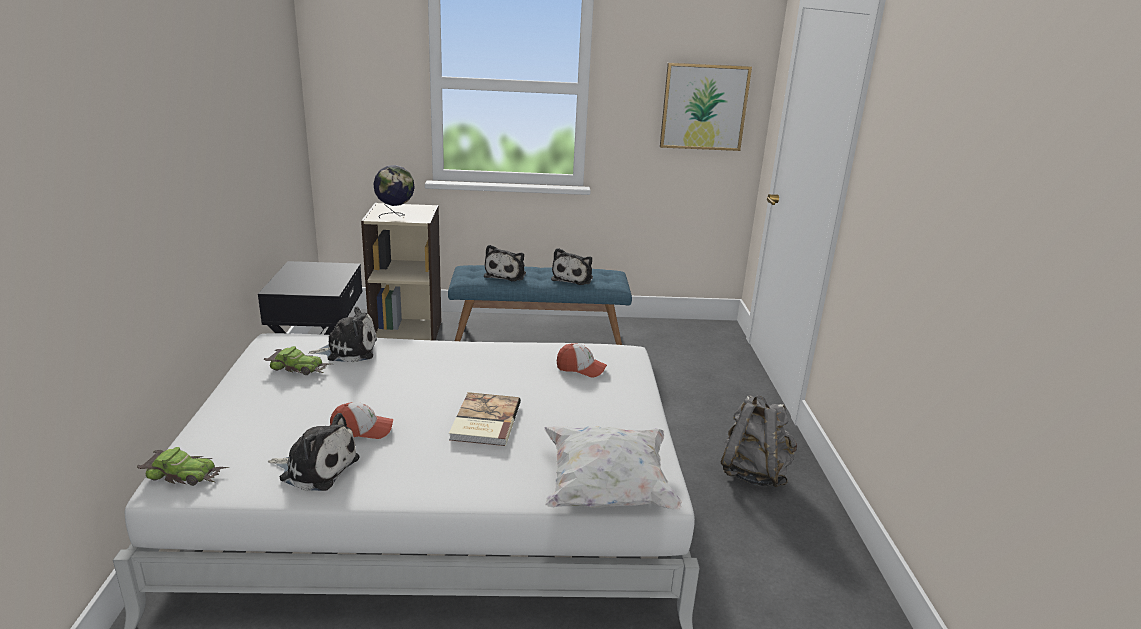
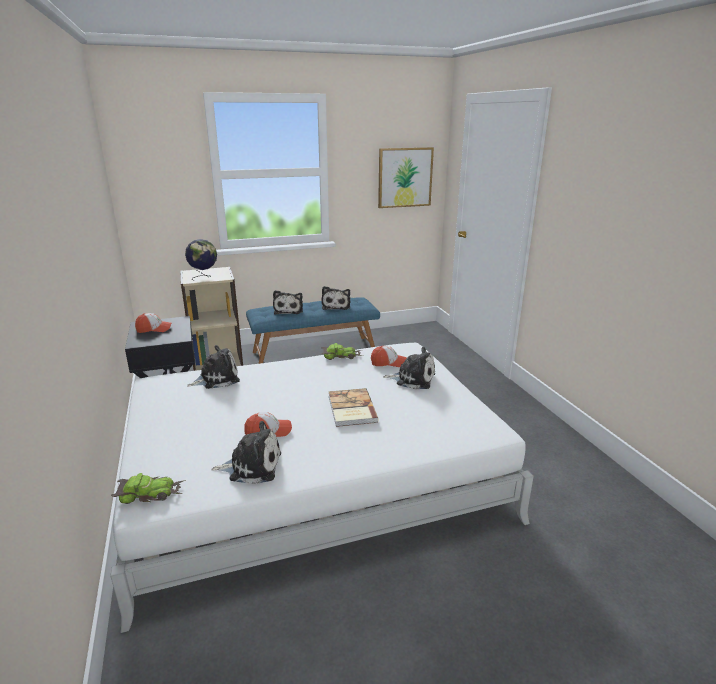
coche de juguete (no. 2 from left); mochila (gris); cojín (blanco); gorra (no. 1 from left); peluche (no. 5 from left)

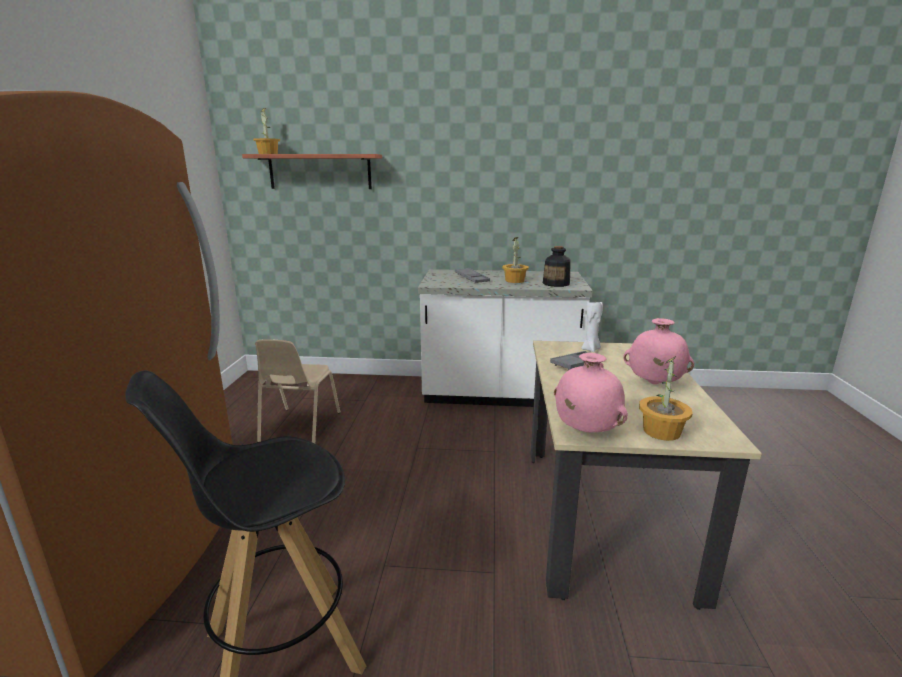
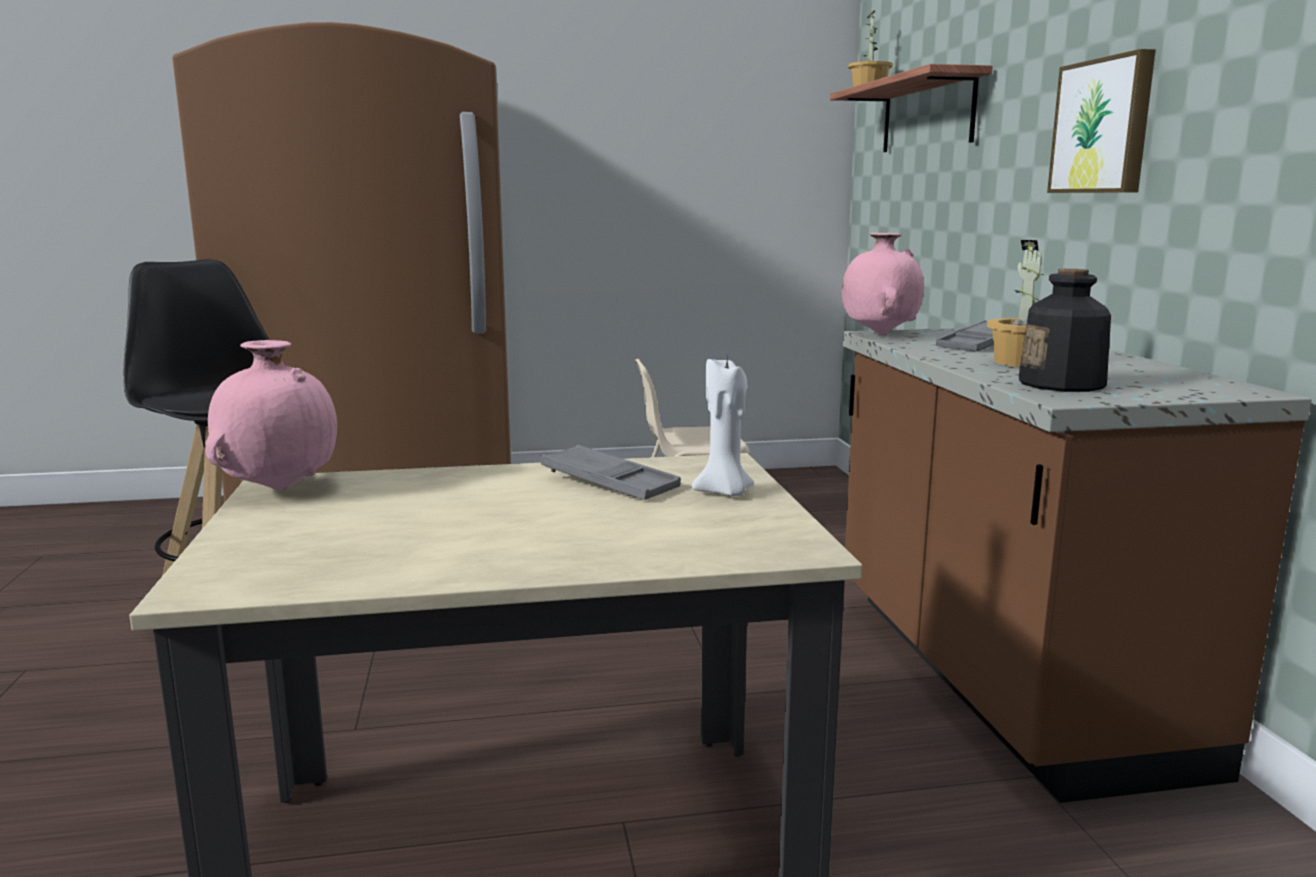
mueble bajo de cocina (marrón); florero (rosa) (no. 2 from left); planta en maceta (no. 3 from left in the first image); cuadro

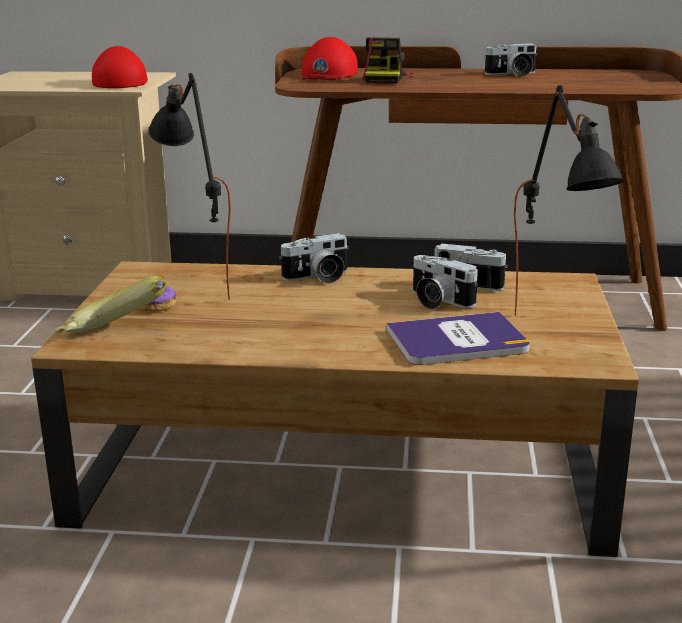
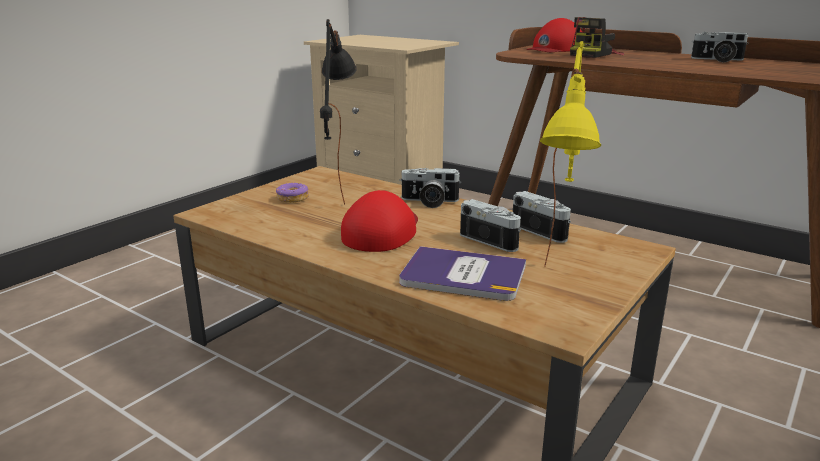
gorra (rojo) (no. 1 from left); lámpara de mesa (amarillo); cámara (no. 2 from left); plátano

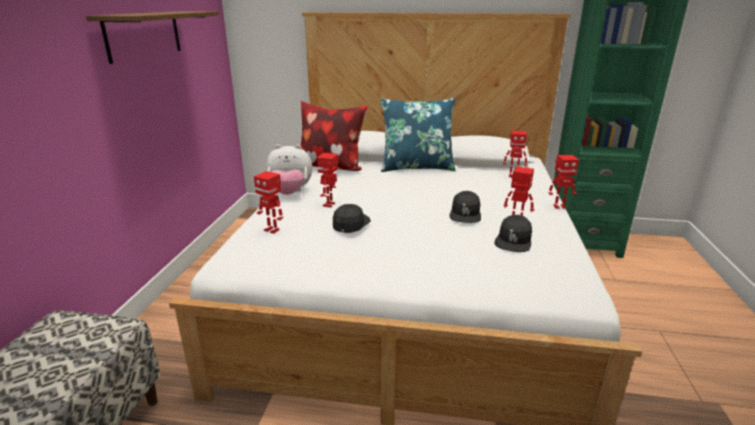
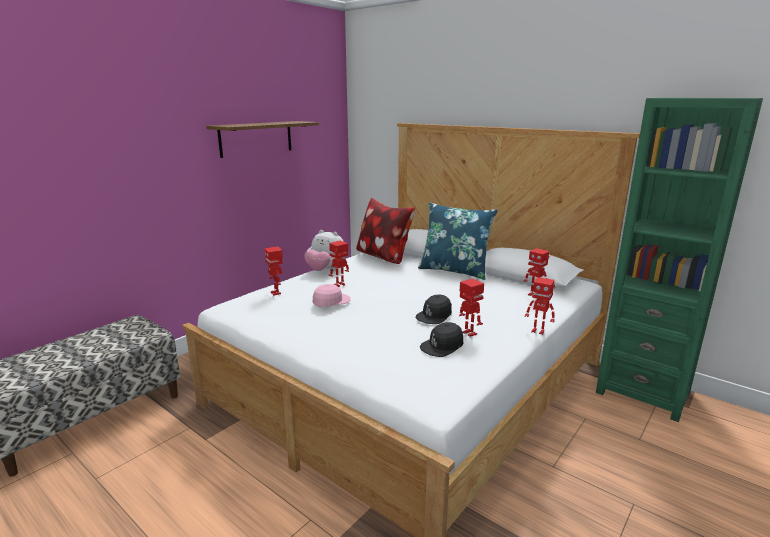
gorra (rosa)

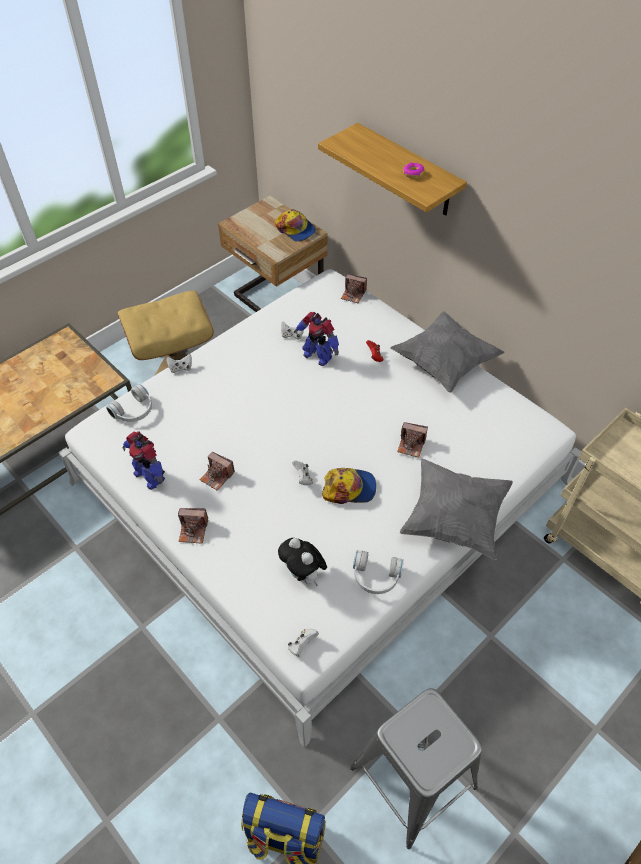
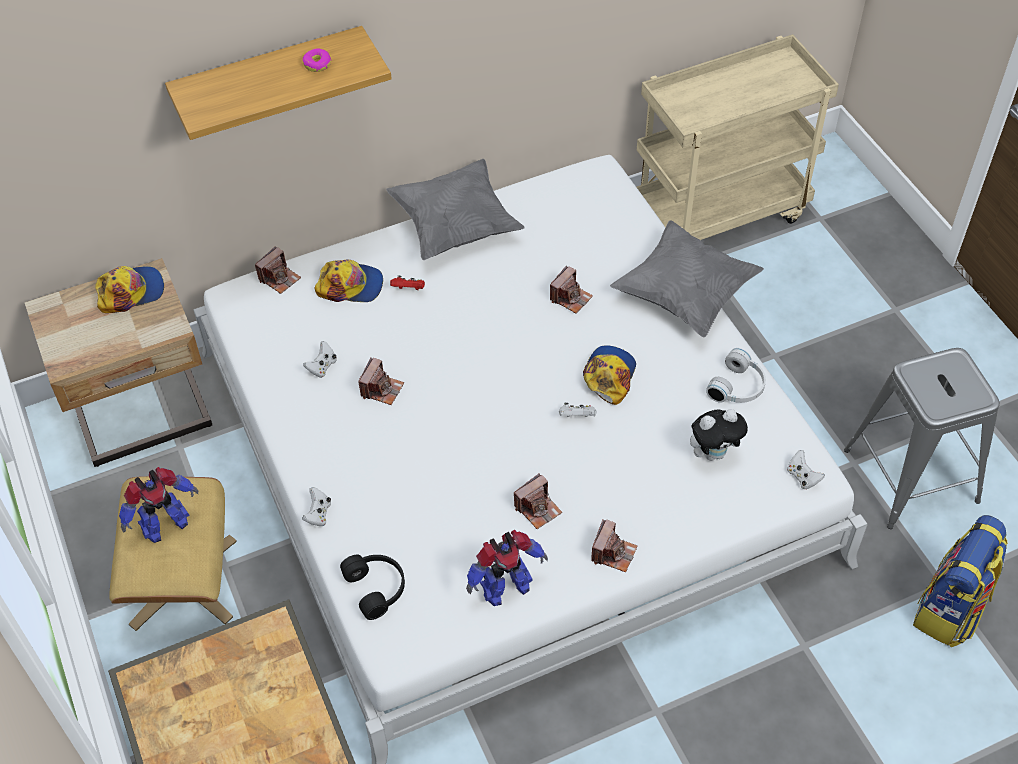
robot de juguete (no. 1 from left); auriculares (negro); gorra (no. 2 from left); cámara (no. 2 from left)

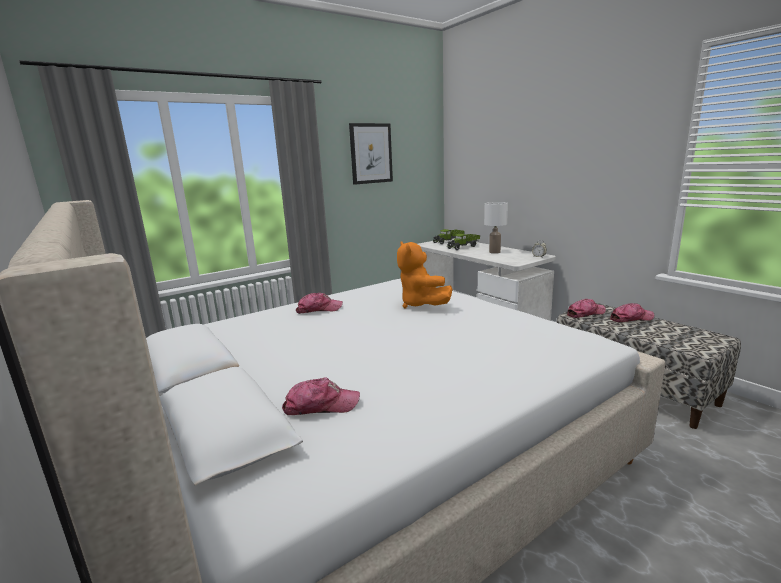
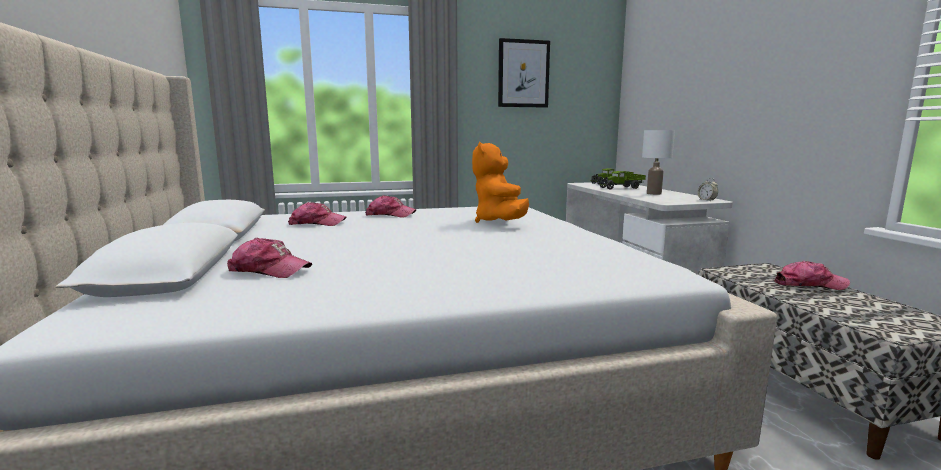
gorra (no. 2 from left)

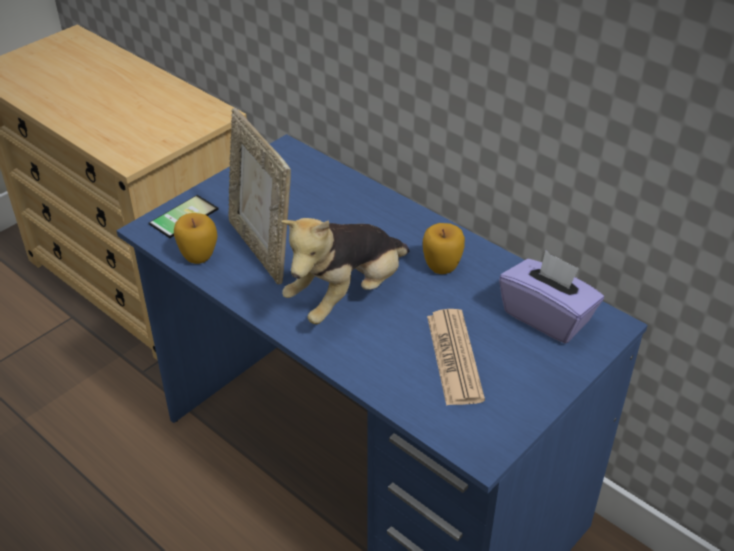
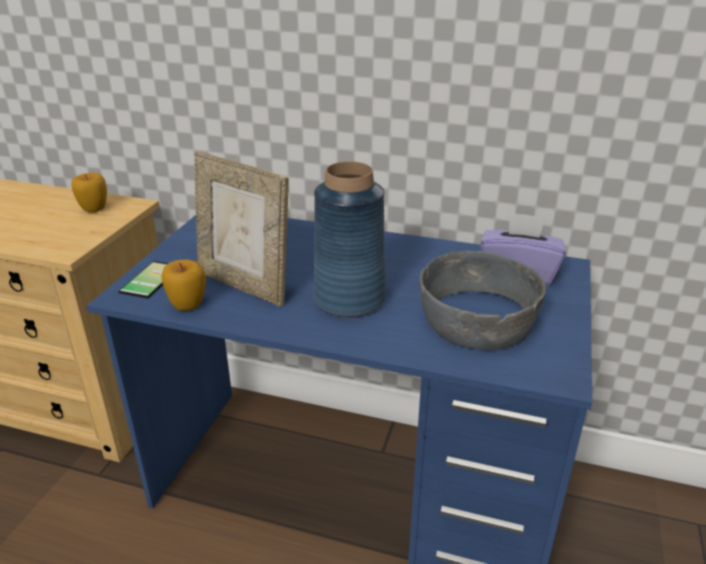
florero (azul); manzana (no. 1 from left); cuenco (gris)

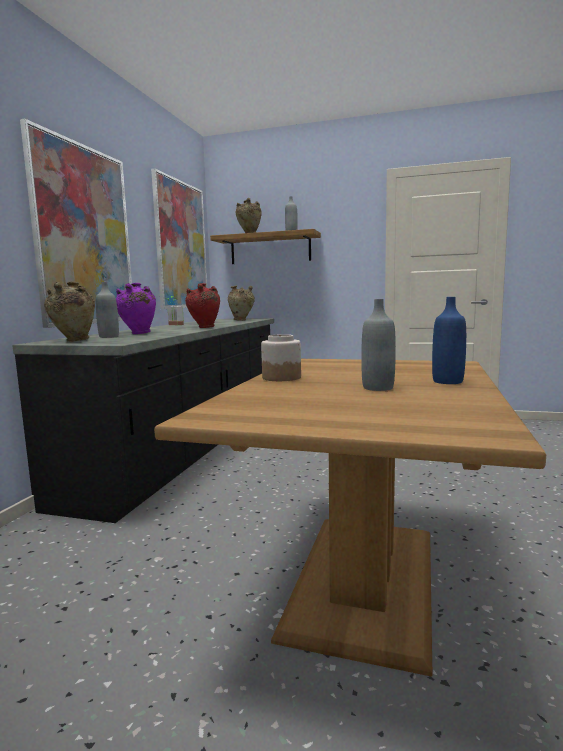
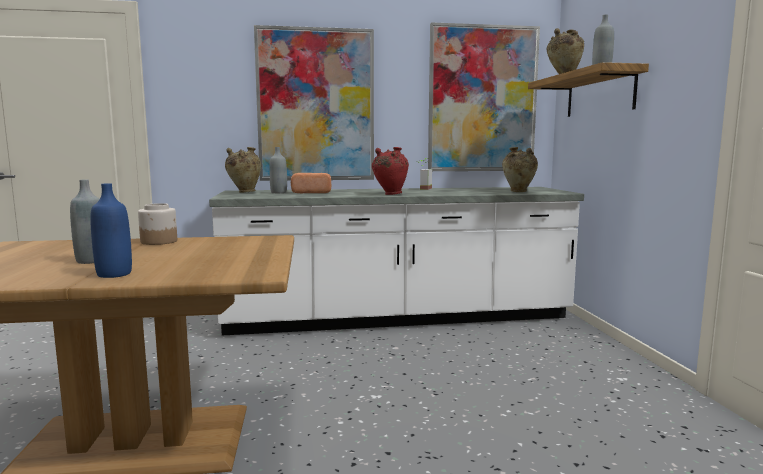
pan; mueble bajo de cocina (blanco)

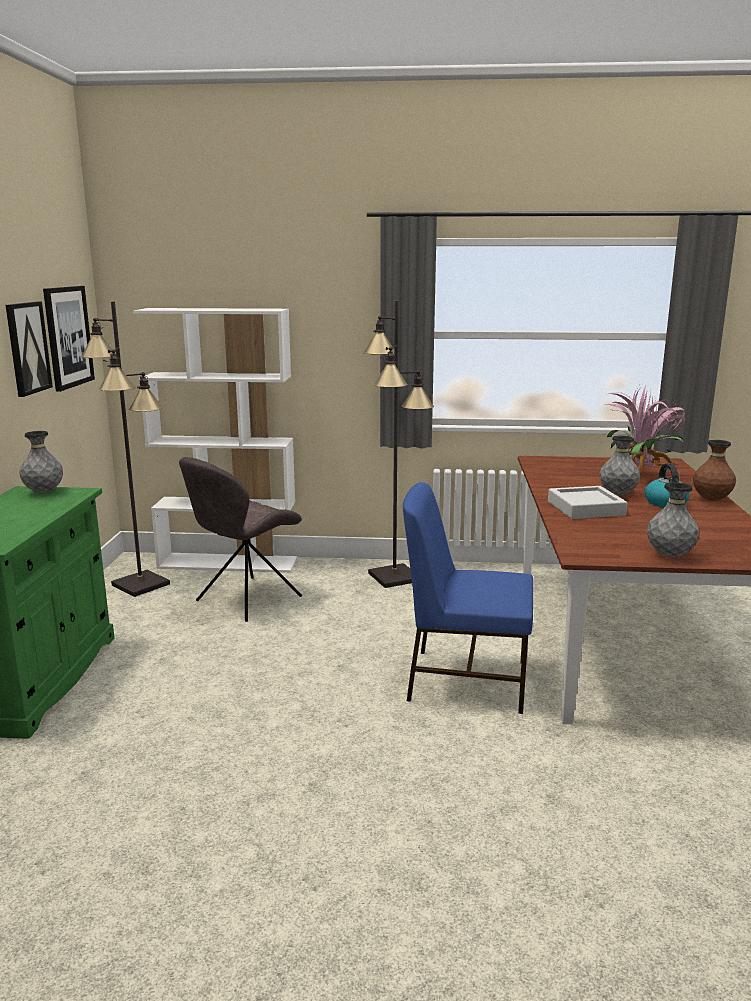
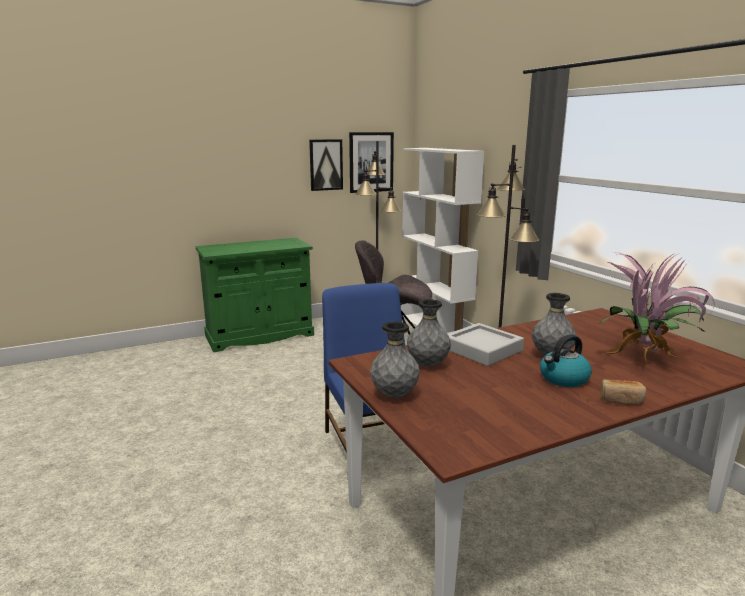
florero (gris) (no. 2 from left); pan

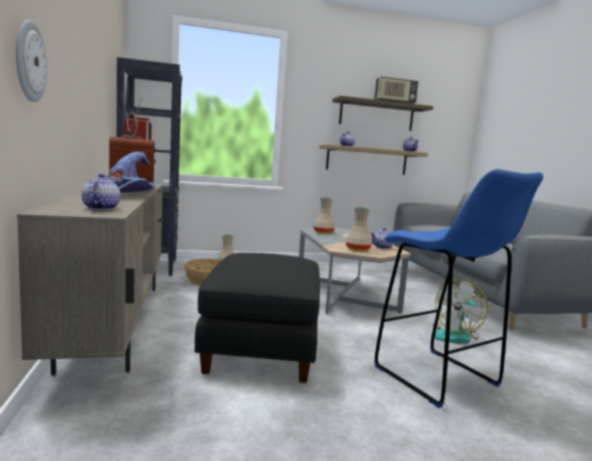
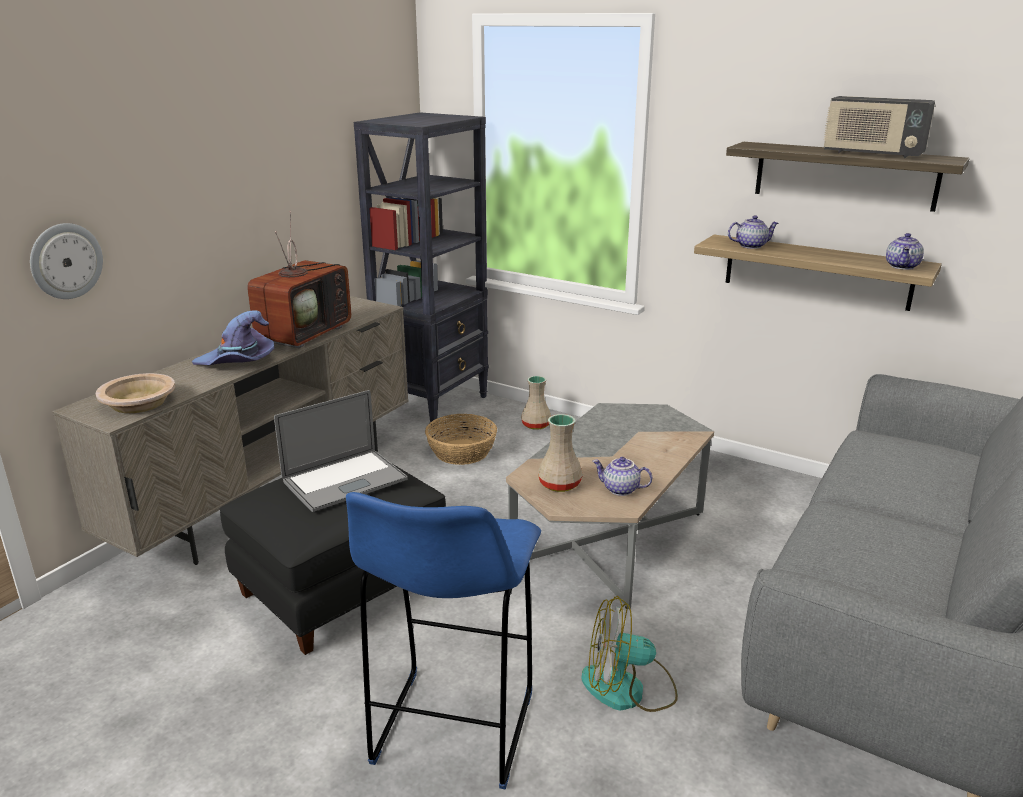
cuenco (beis); florero (beis) (no. 2 from left in the first image); portátil

